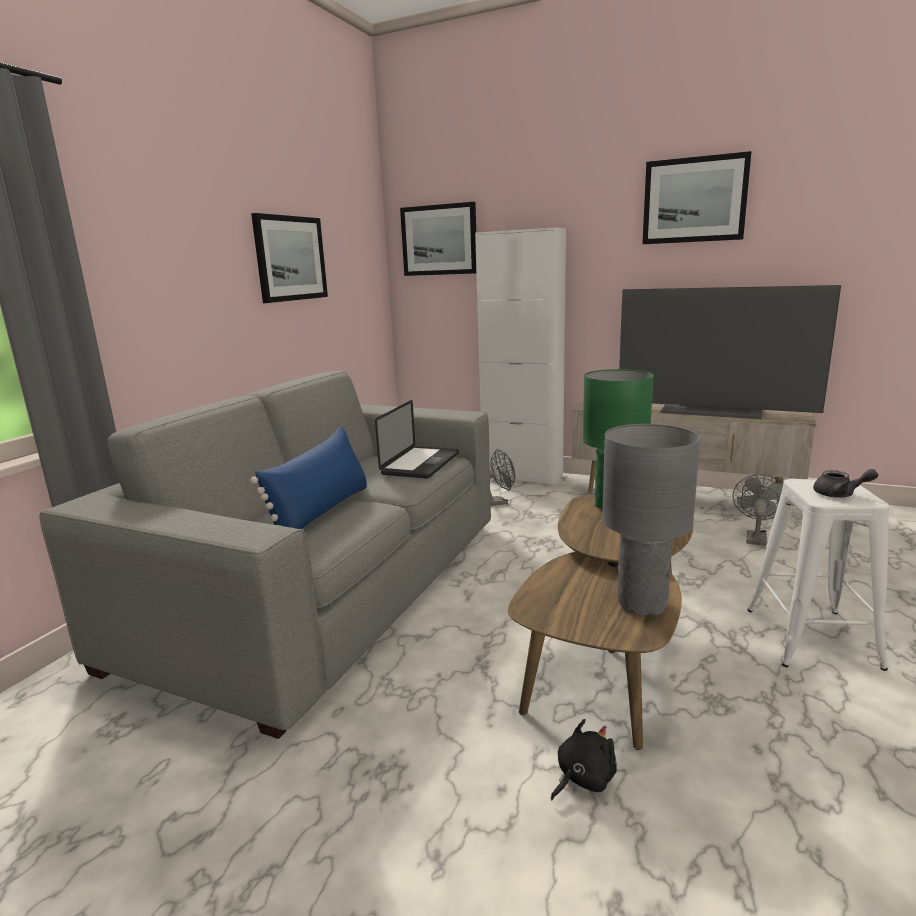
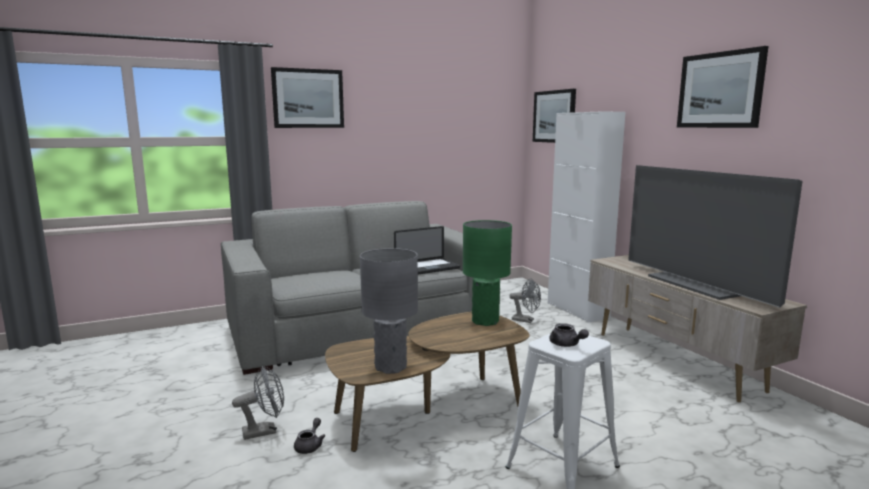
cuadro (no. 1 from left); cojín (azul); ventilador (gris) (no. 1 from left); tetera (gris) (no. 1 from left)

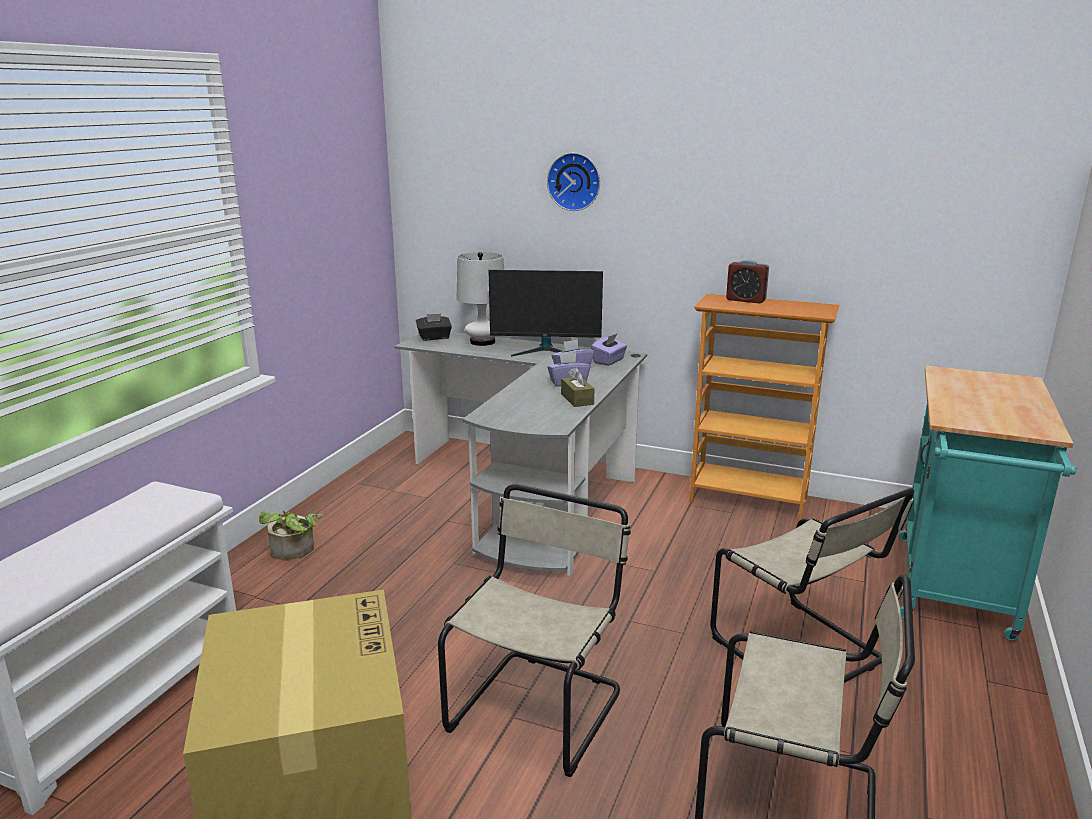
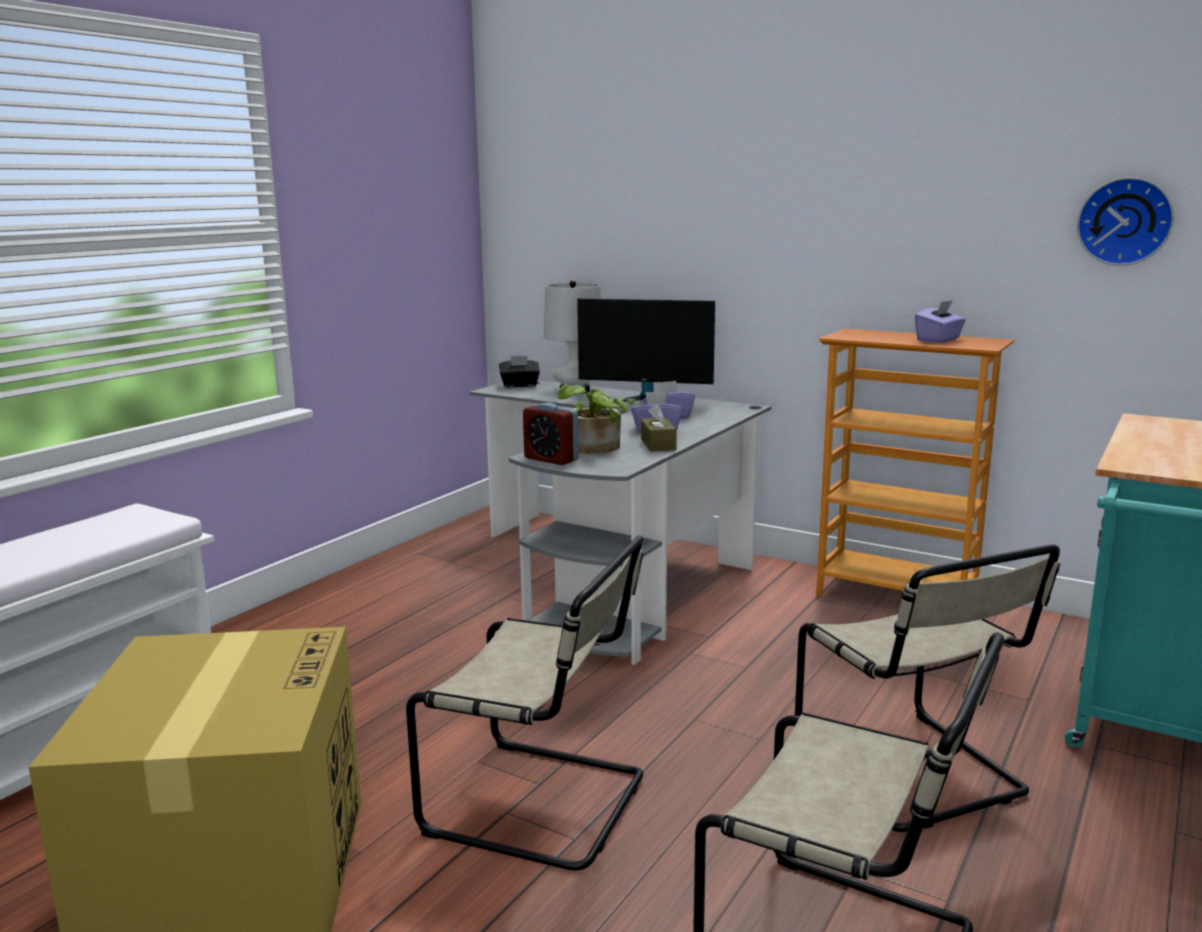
reloj de pared; despertador; caja de pañuelos (morado) (no. 3 from left); silla (beis) (no. 1 from left); planta en maceta

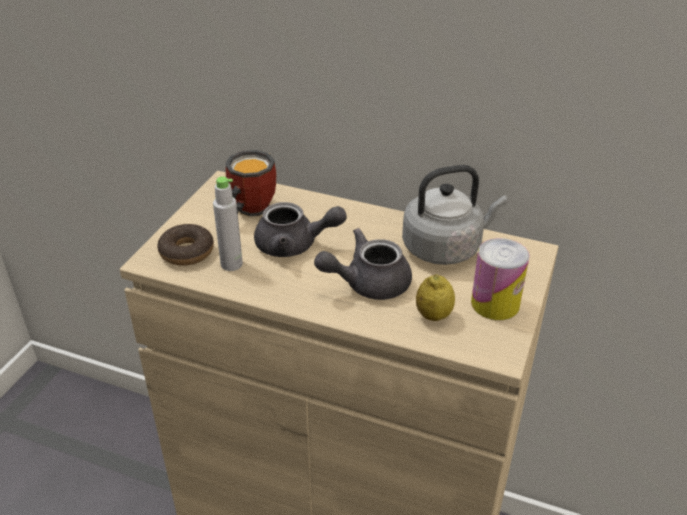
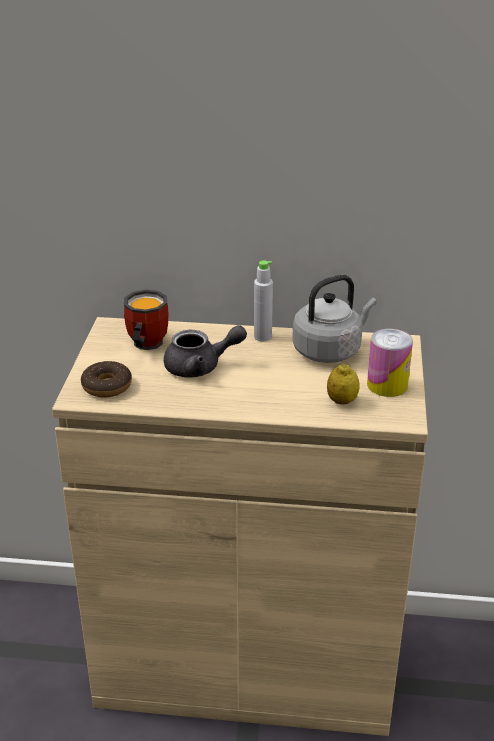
botella (gris); tetera (gris) (no. 2 from left in the first image)

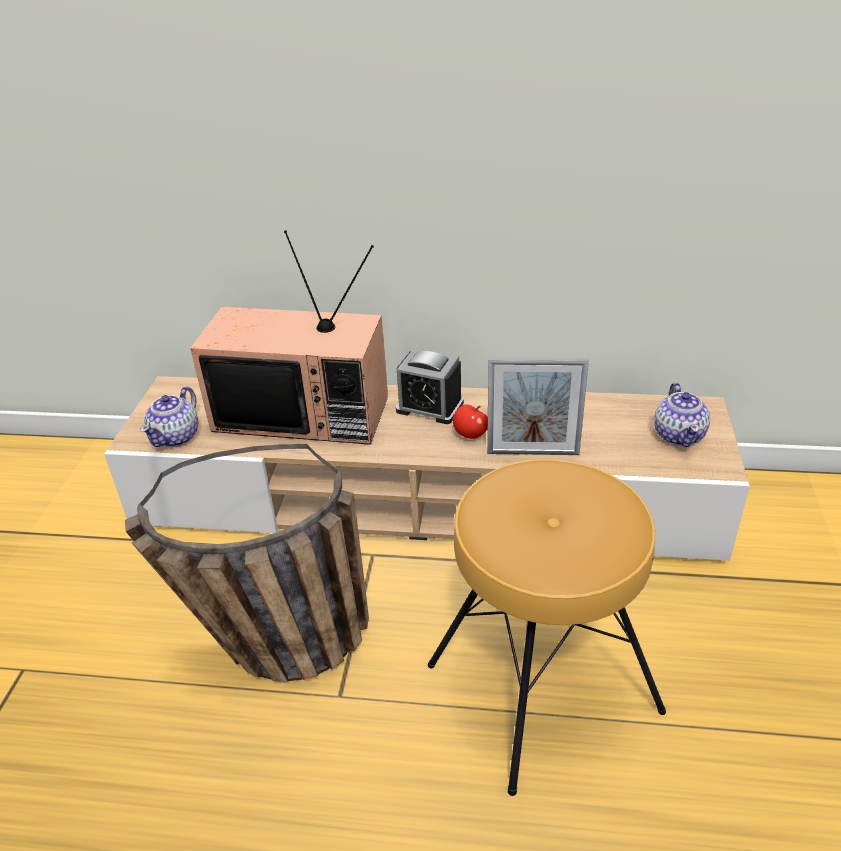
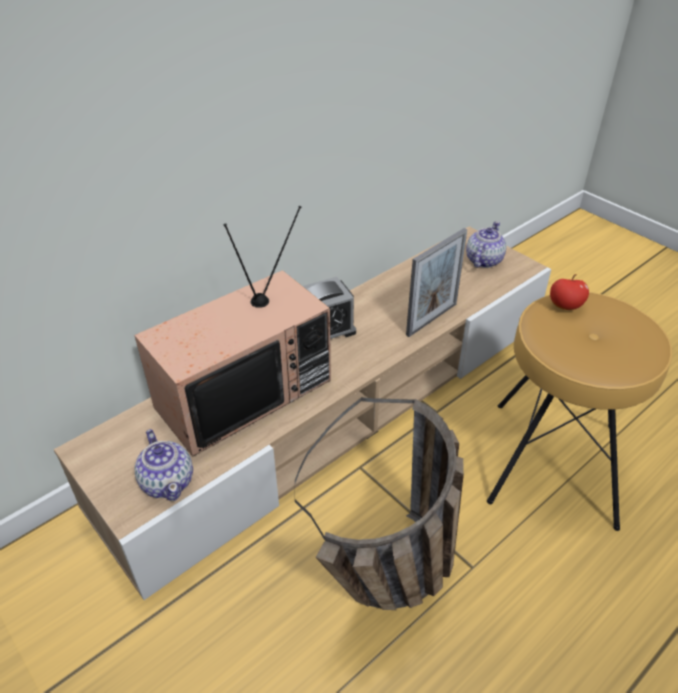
tetera (no. 2 from left); manzana

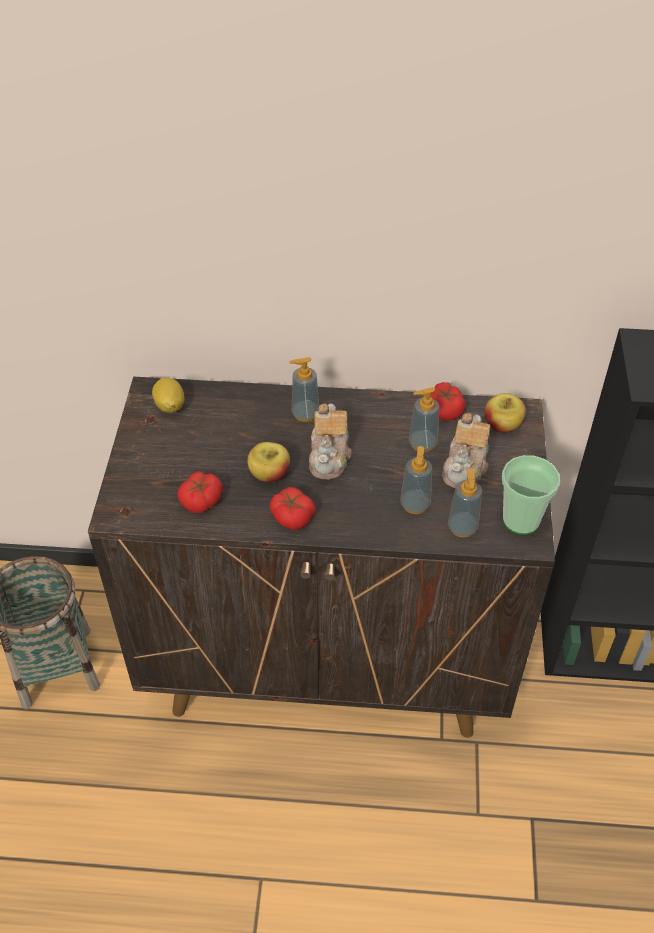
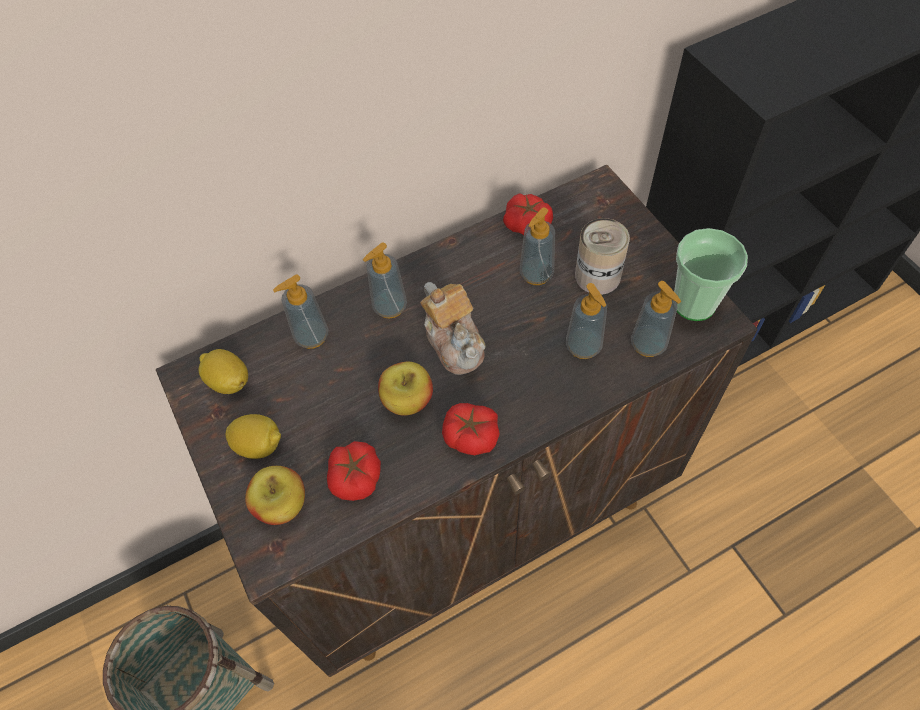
manzana (no. 1 from left); lata; dispensador de jabón (no. 1 from left); limón (no. 2 from left)

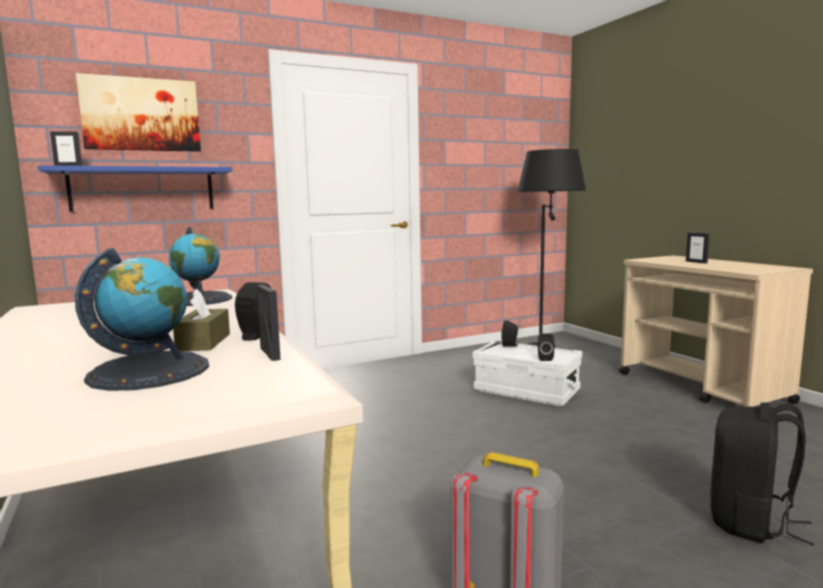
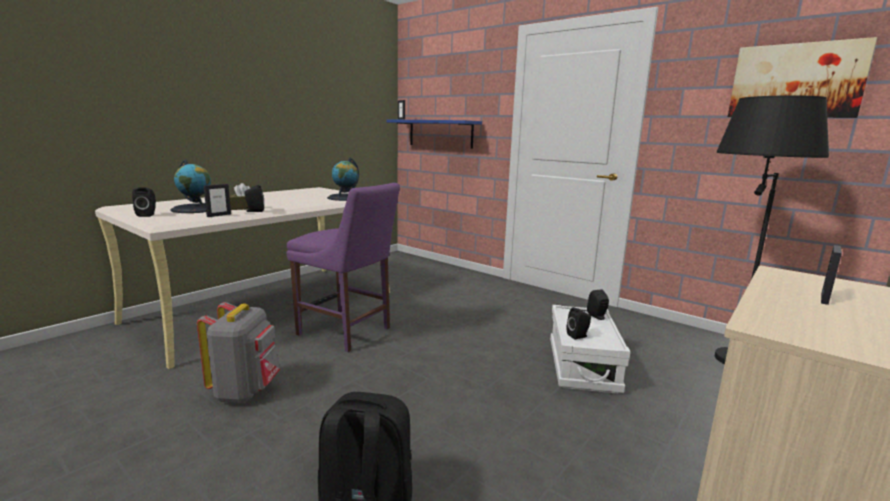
cuadro; silla (morado); altavoz (negro) (no. 1 from left)

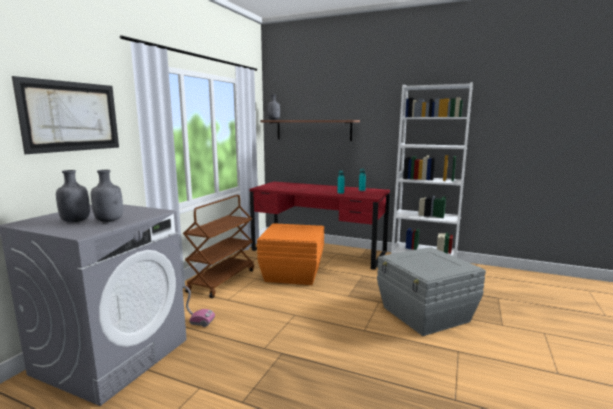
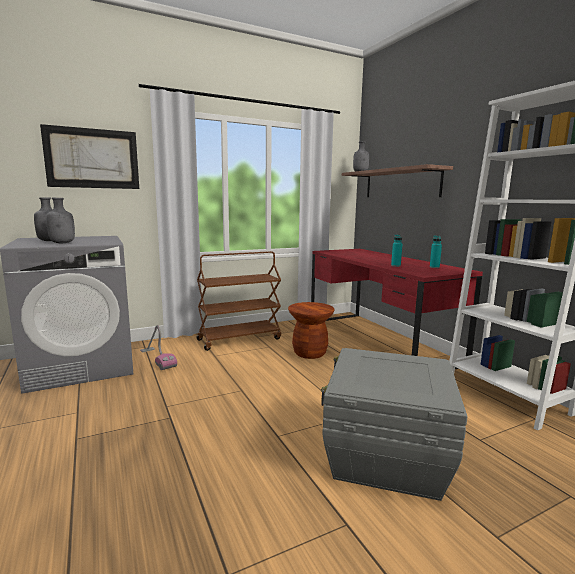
taburete (marrón)

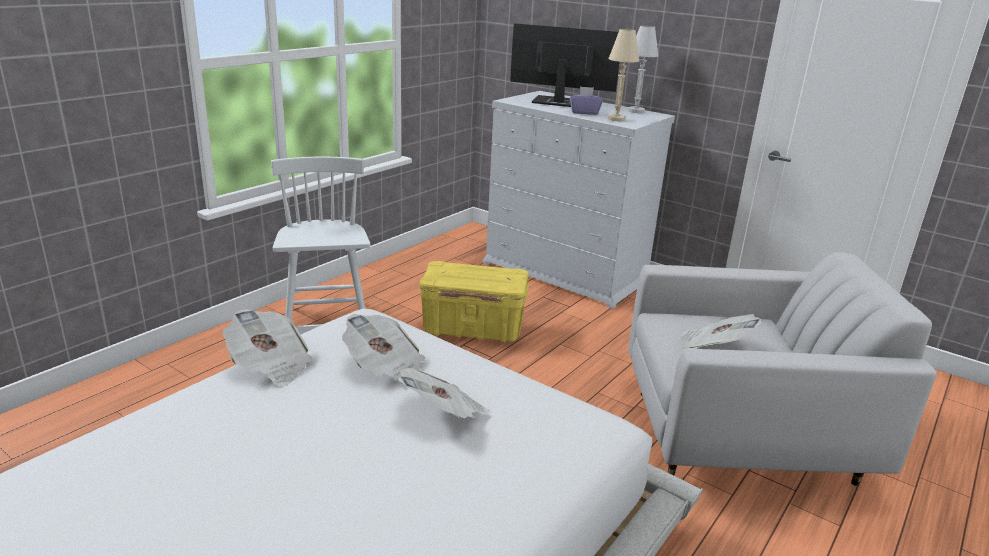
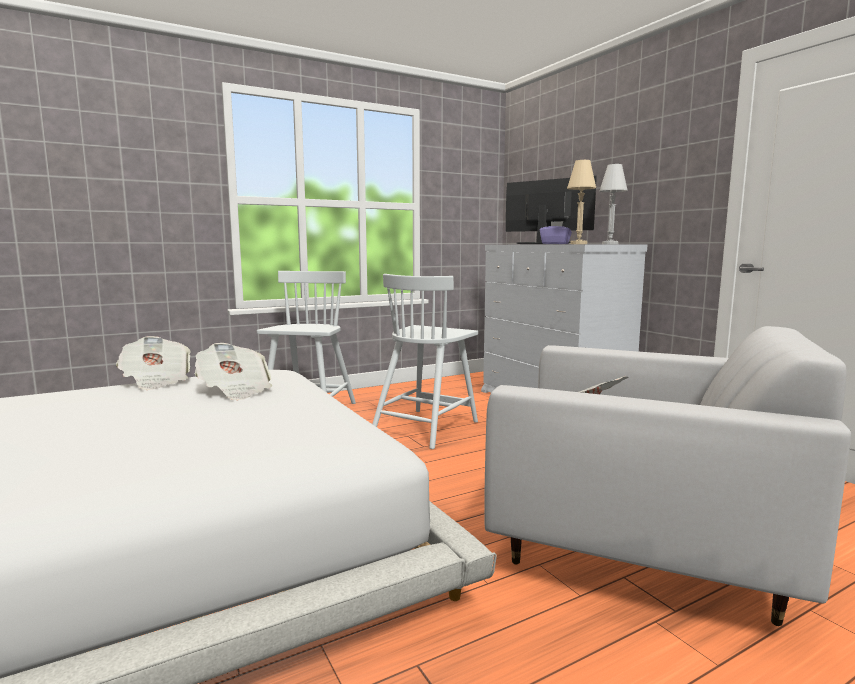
silla (blanco) (no. 2 from left); periódico (no. 3 from left in the first image)

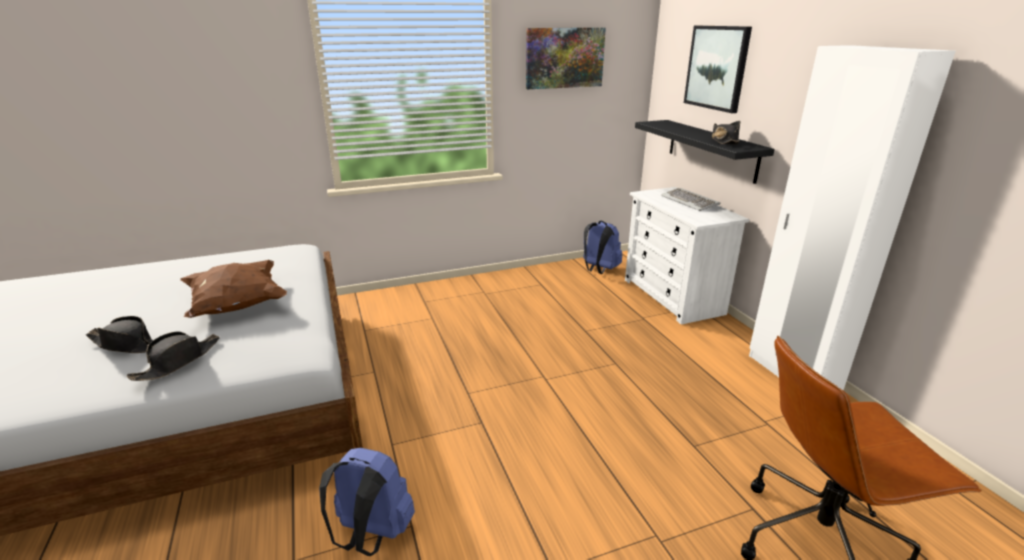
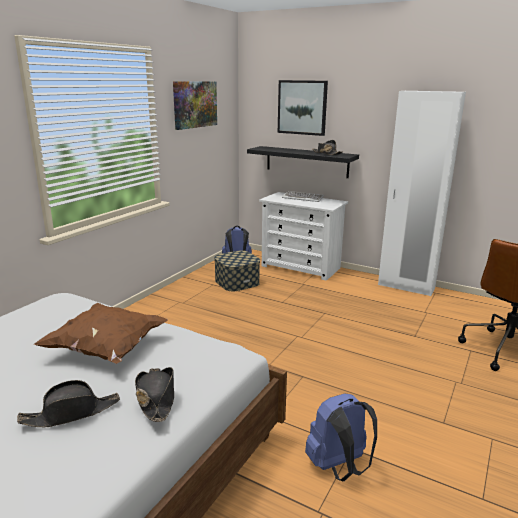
caja de almacenaje

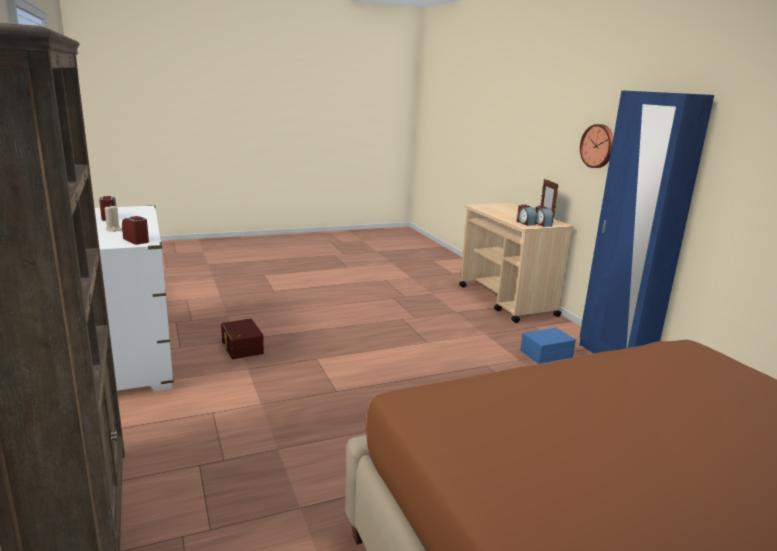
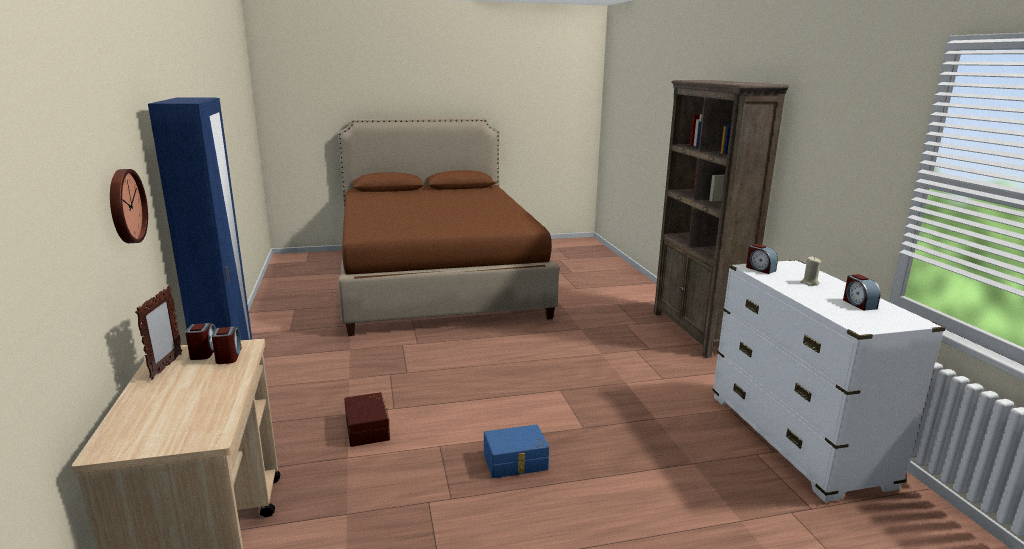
caja de almacenaje (marrón); caja de almacenaje (azul)

